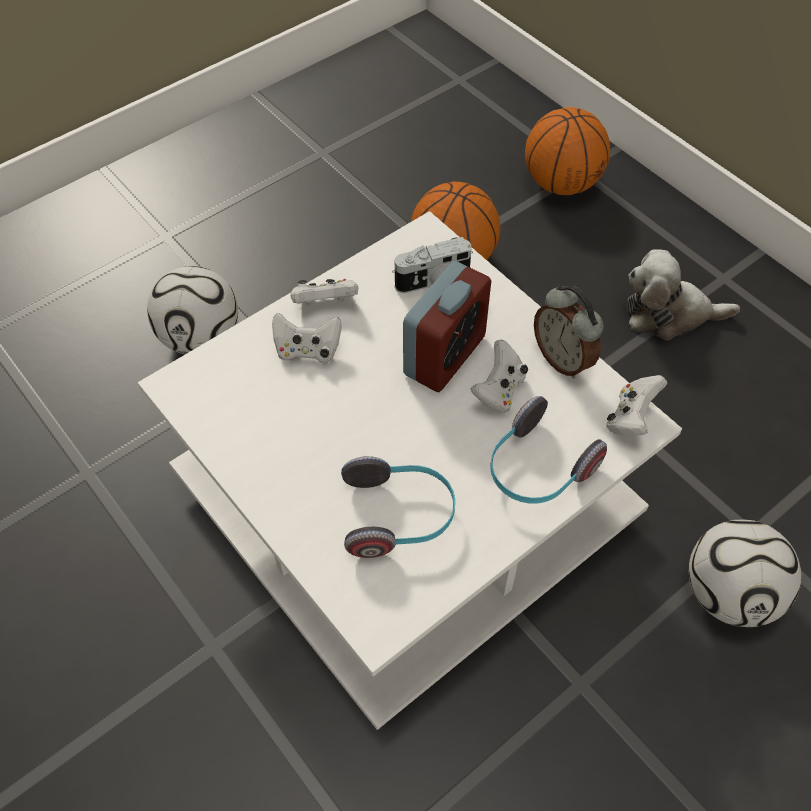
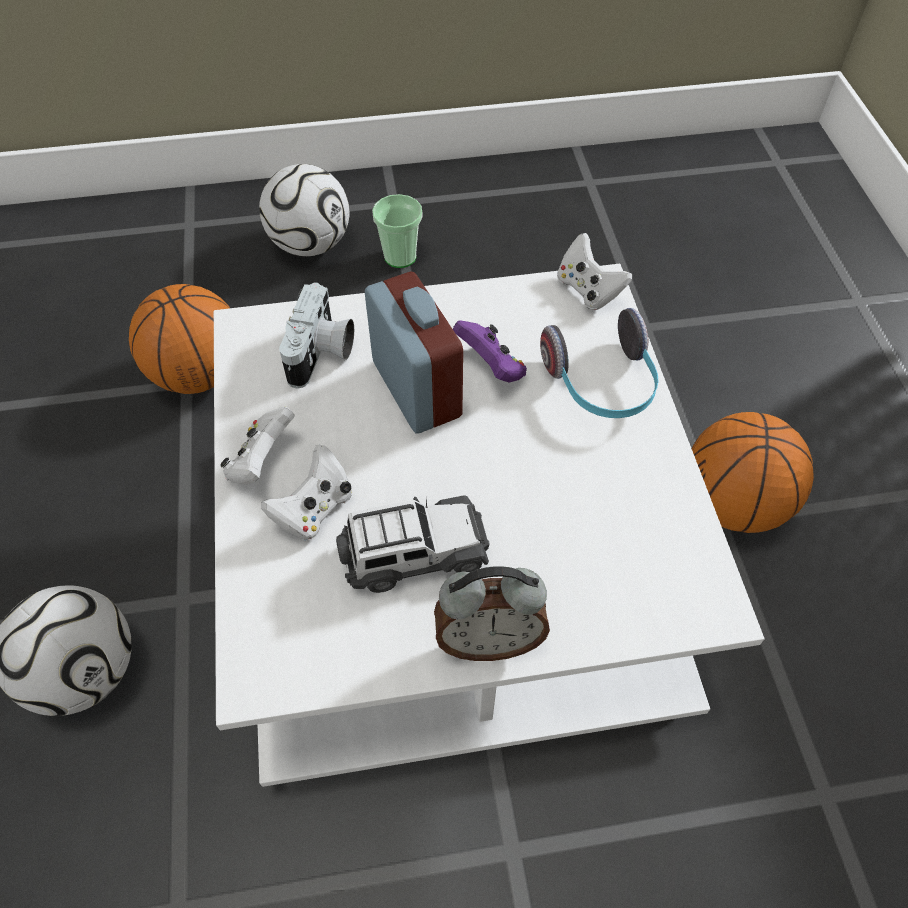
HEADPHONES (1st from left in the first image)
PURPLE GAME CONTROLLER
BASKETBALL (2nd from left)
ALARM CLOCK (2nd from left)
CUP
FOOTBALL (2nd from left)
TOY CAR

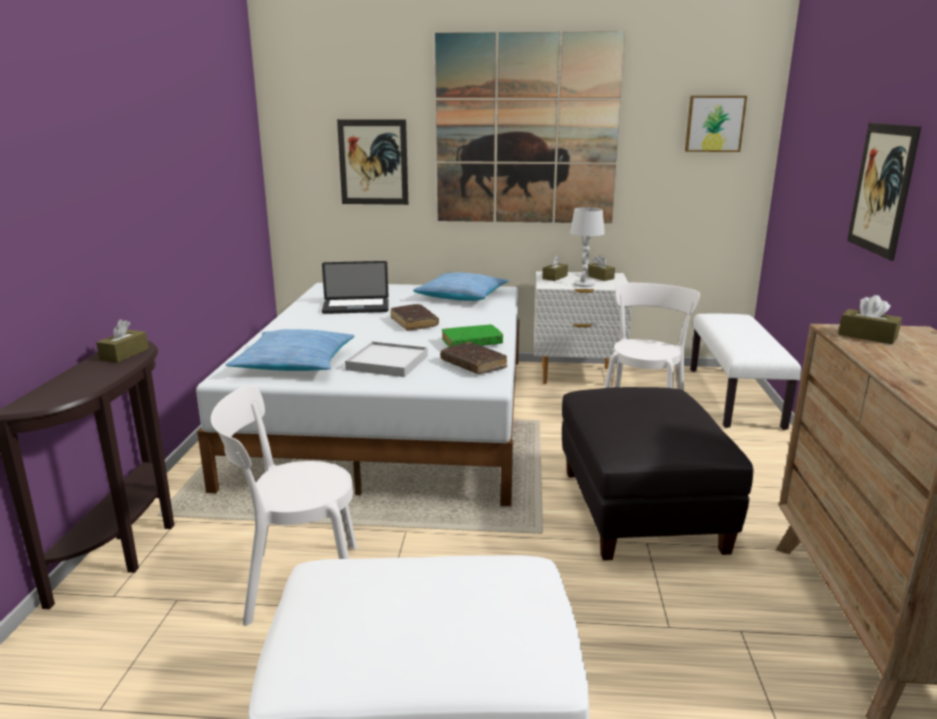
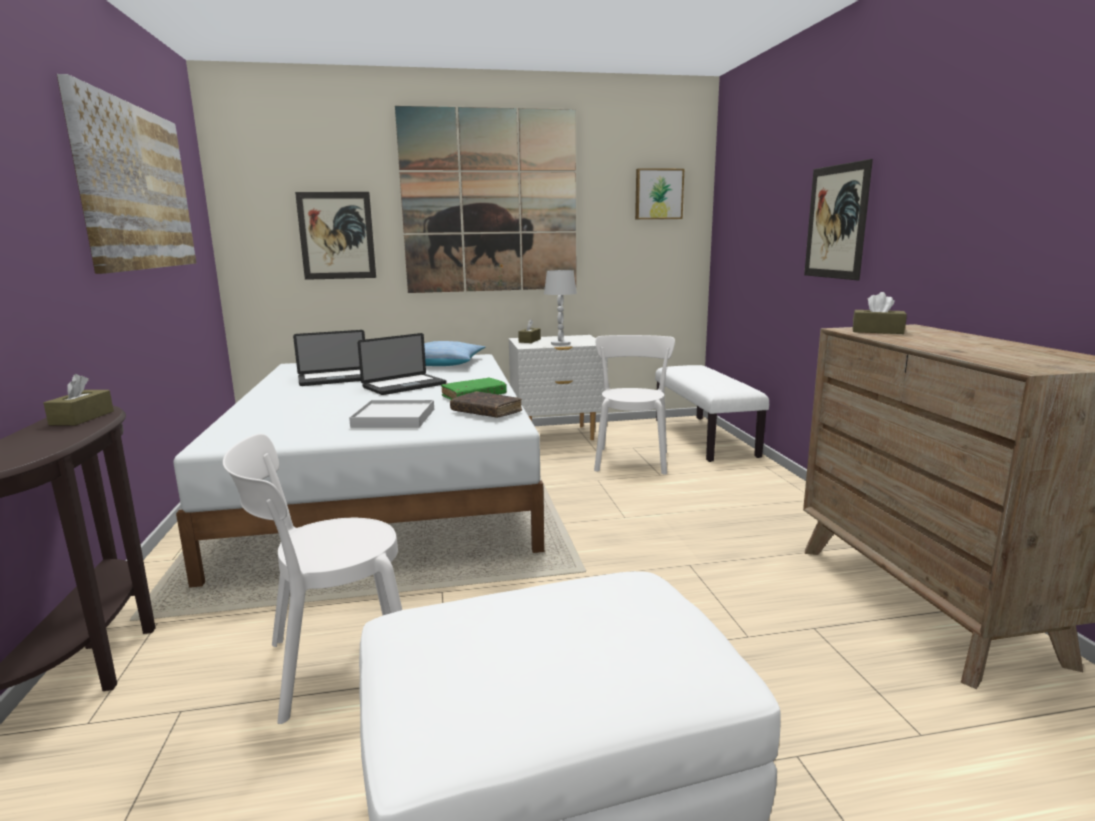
PILLOW (1st from left in the first image)
LAPTOP (2nd from left)
BLACK OTTOMAN
BROWN TISSUE BOX (3rd from left in the first image)
PICTURE (1st from left)

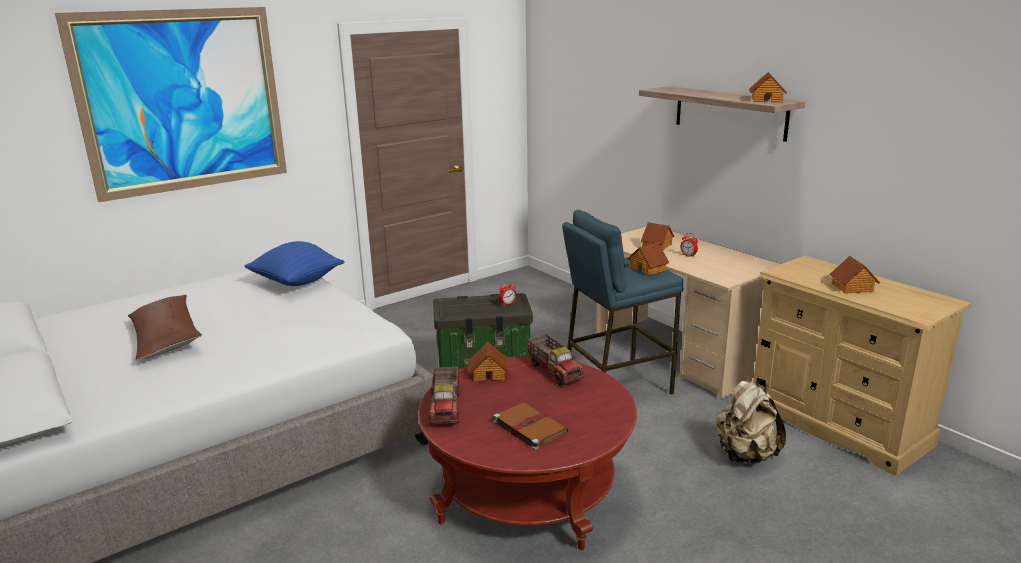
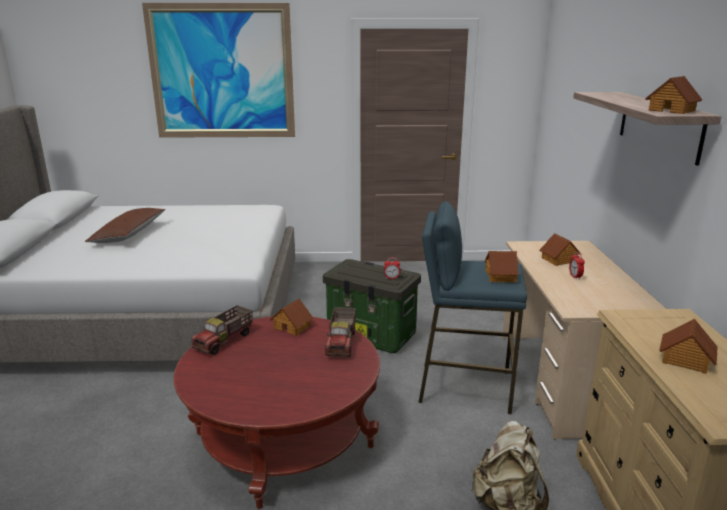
BLUE PILLOW
BROWN BOOK

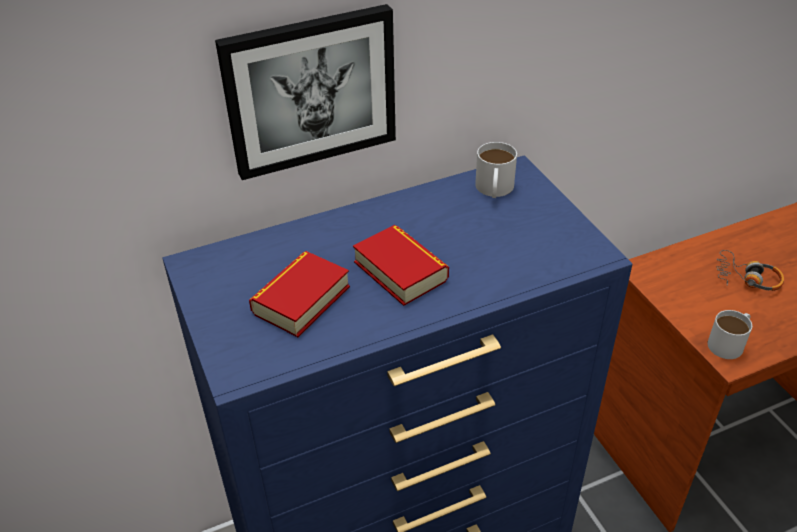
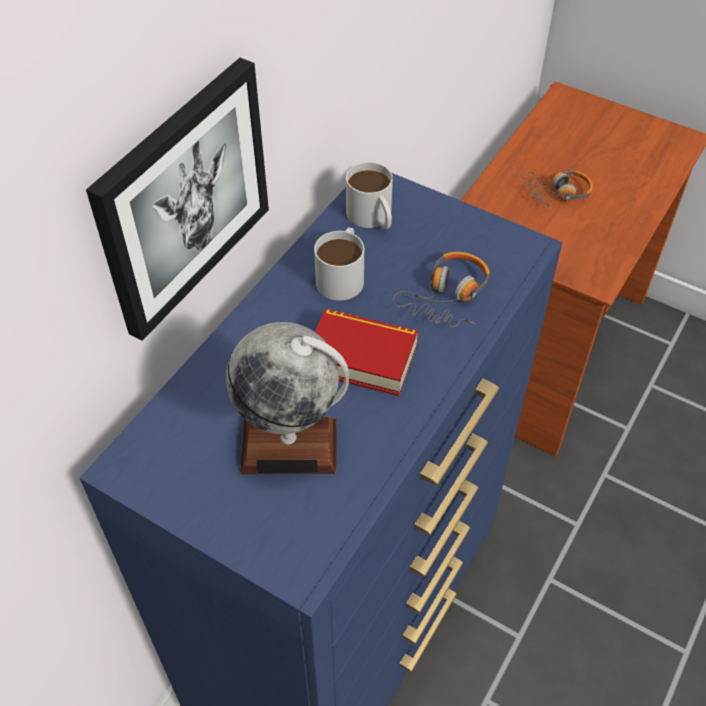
GLOBE
WHITE MUG (1st from left)
HEADPHONES (1st from left)

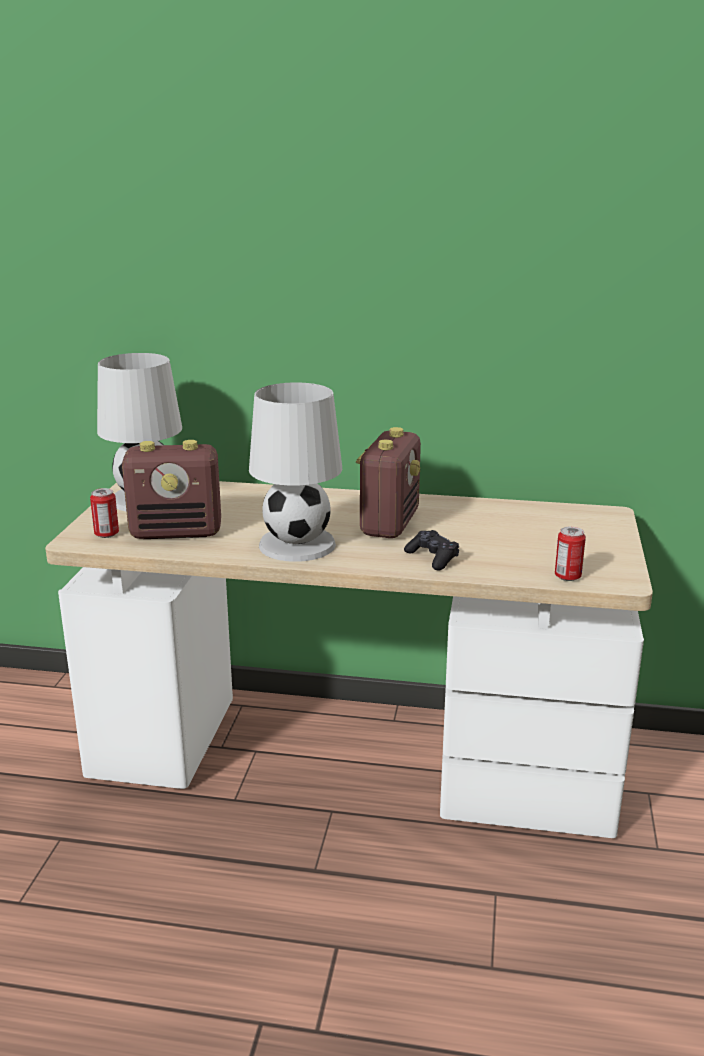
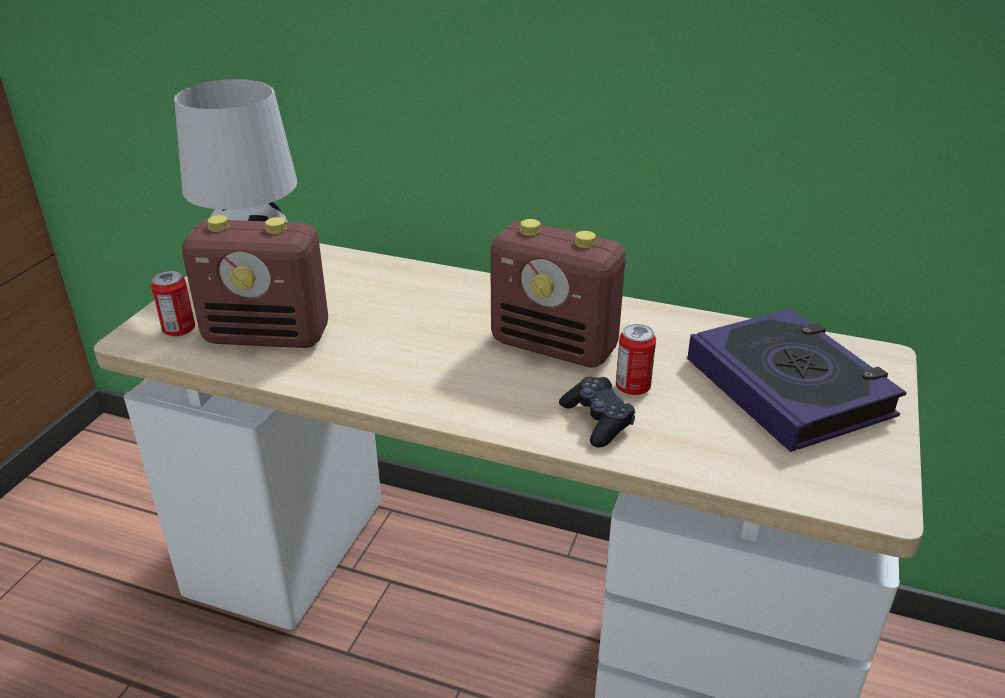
WHITE TABLE LAMP (2nd from left in the first image)
RADIO (2nd from left)
CAN (2nd from left)
BOOK

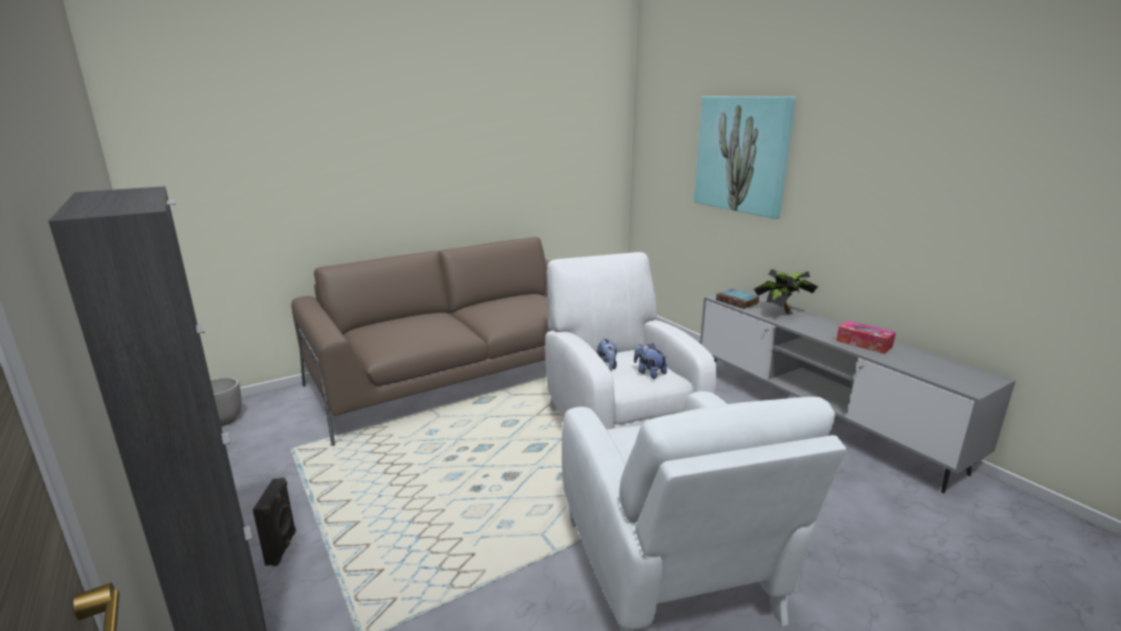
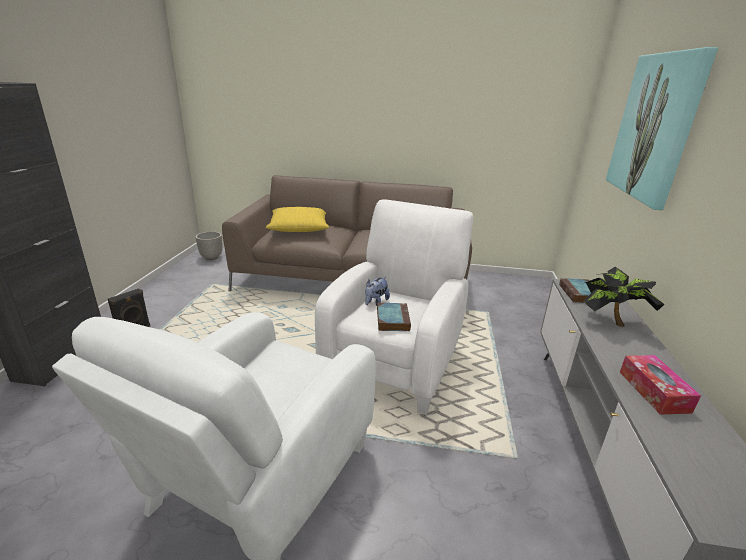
BOOK (1st from left)
YELLOW PILLOW

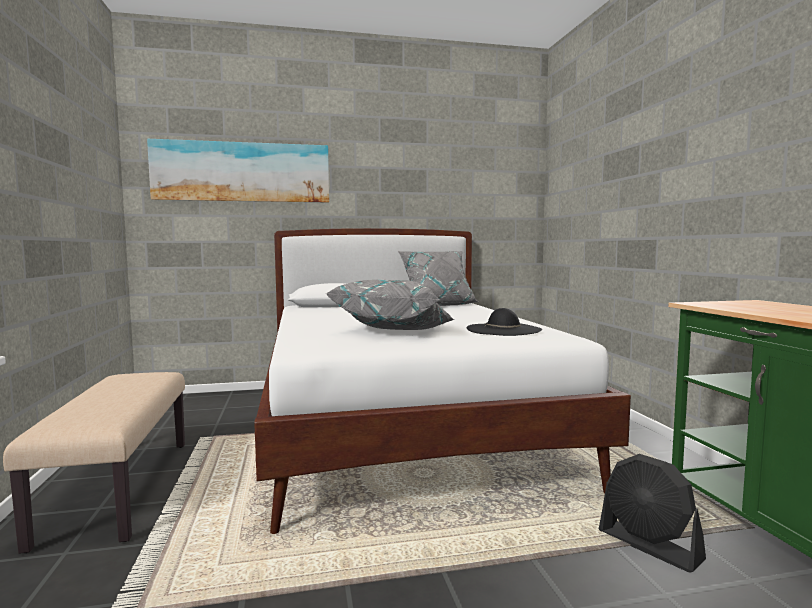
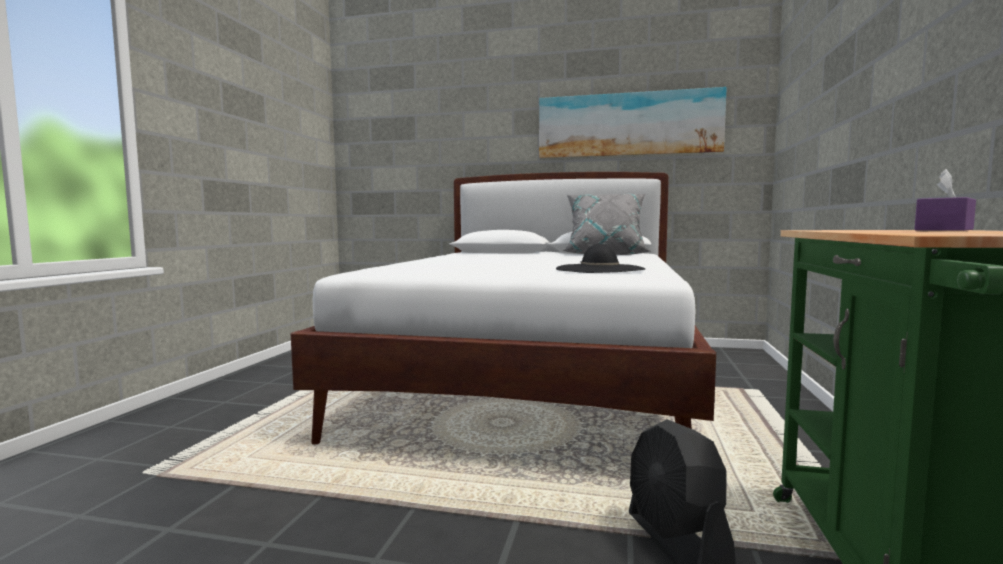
BEIGE BENCH
PICTURE
GREY PILLOW (1st from left in the first image)
PURPLE TISSUE BOX

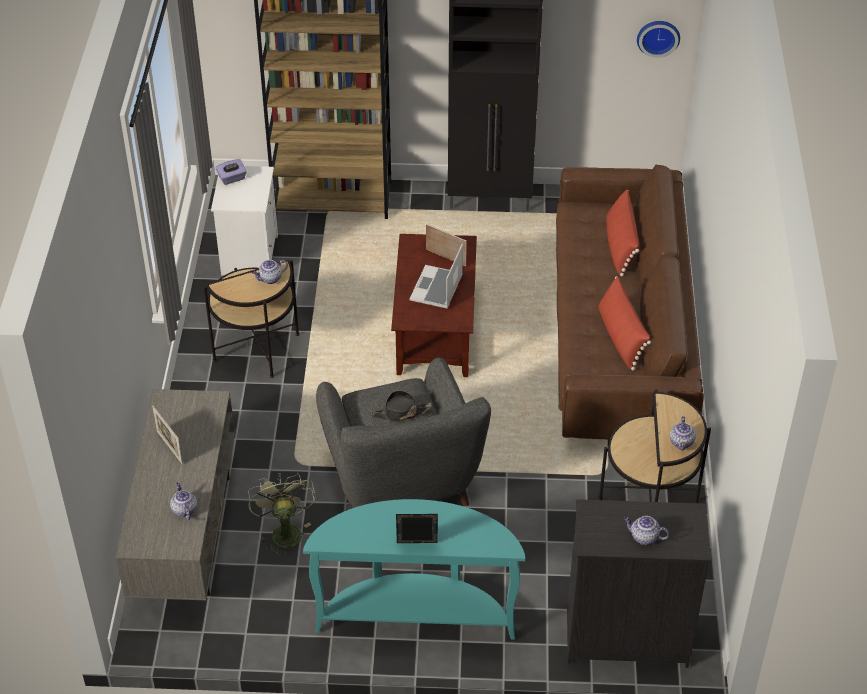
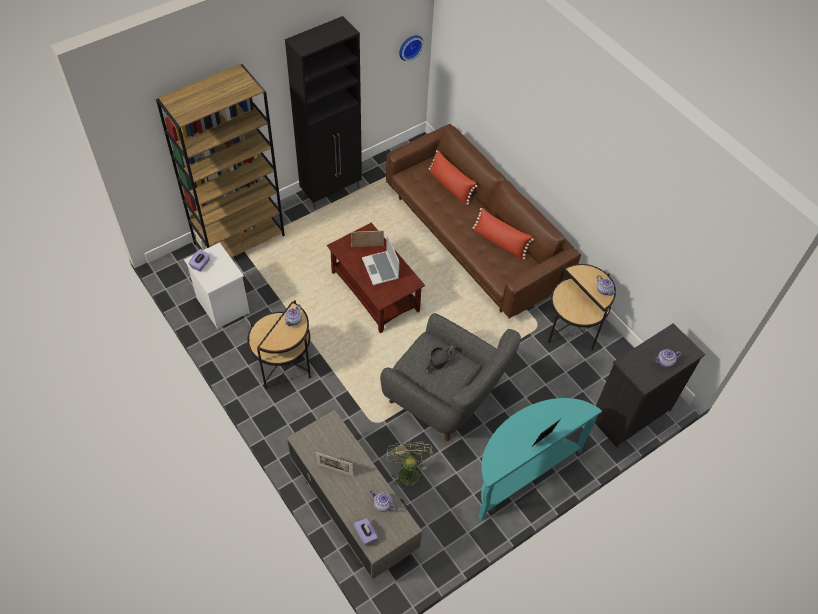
GREEN FAN
PURPLE TISSUE BOX (2nd from left)

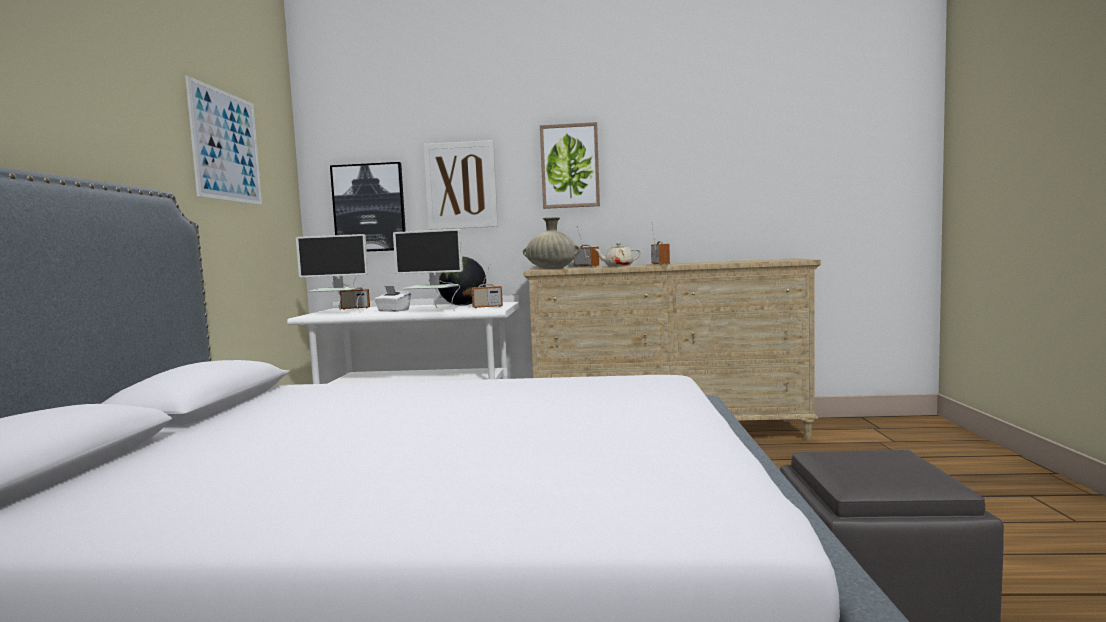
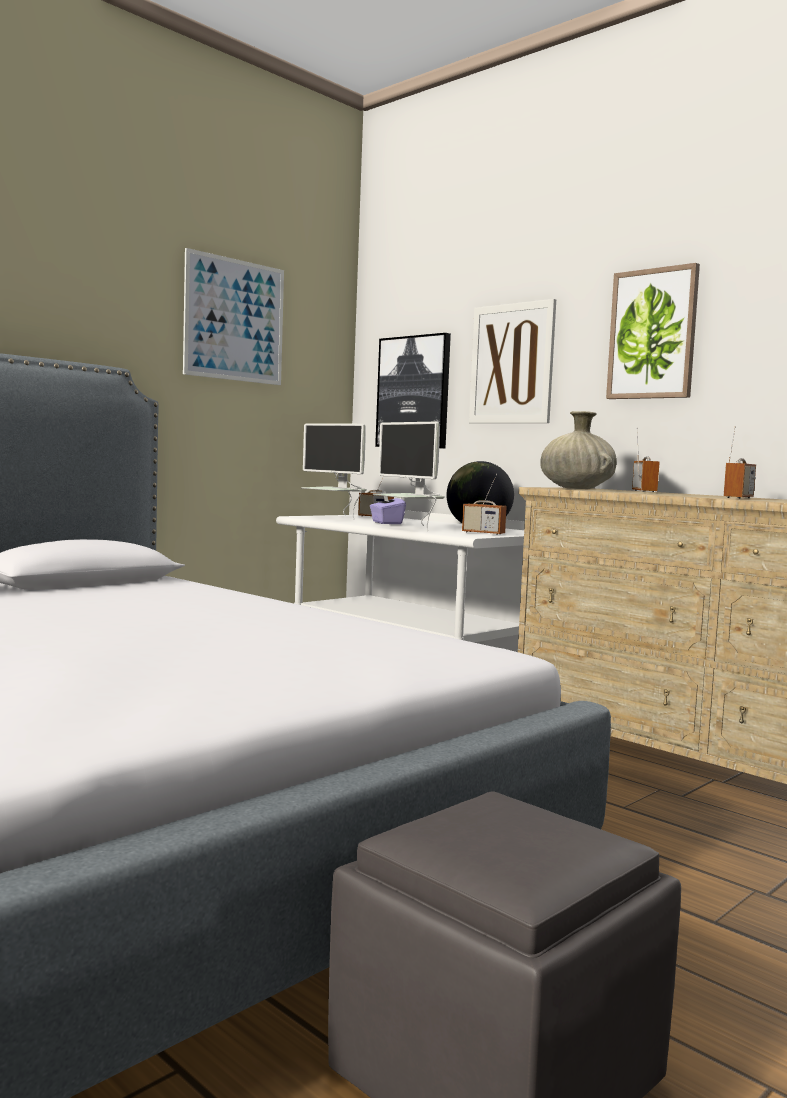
PURPLE TISSUE BOX
BEIGE TEAPOT

